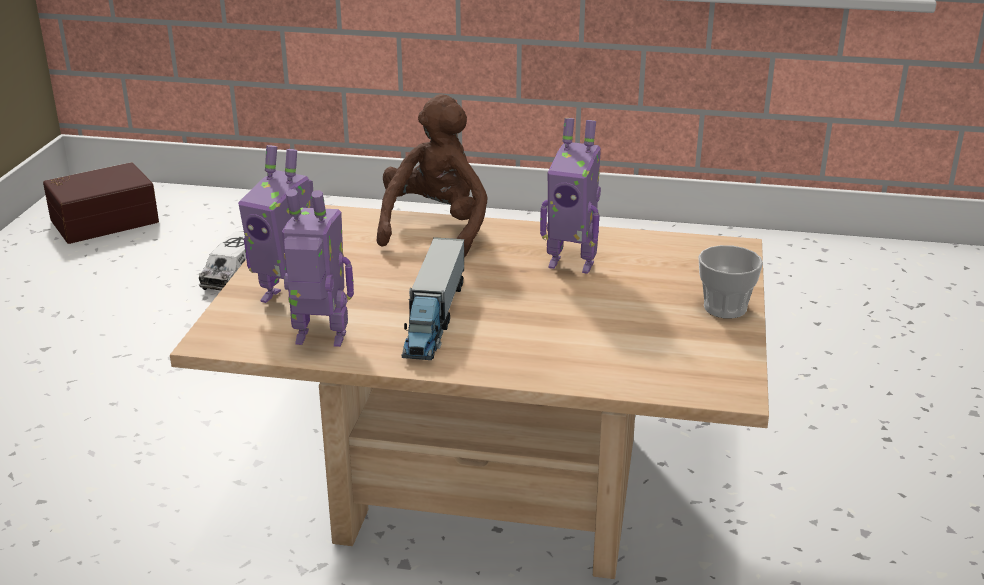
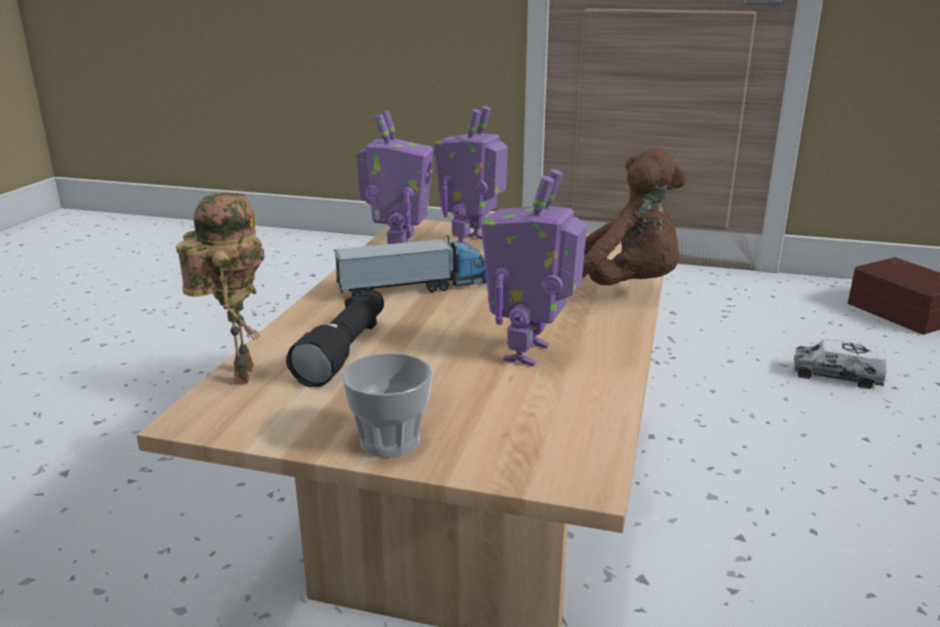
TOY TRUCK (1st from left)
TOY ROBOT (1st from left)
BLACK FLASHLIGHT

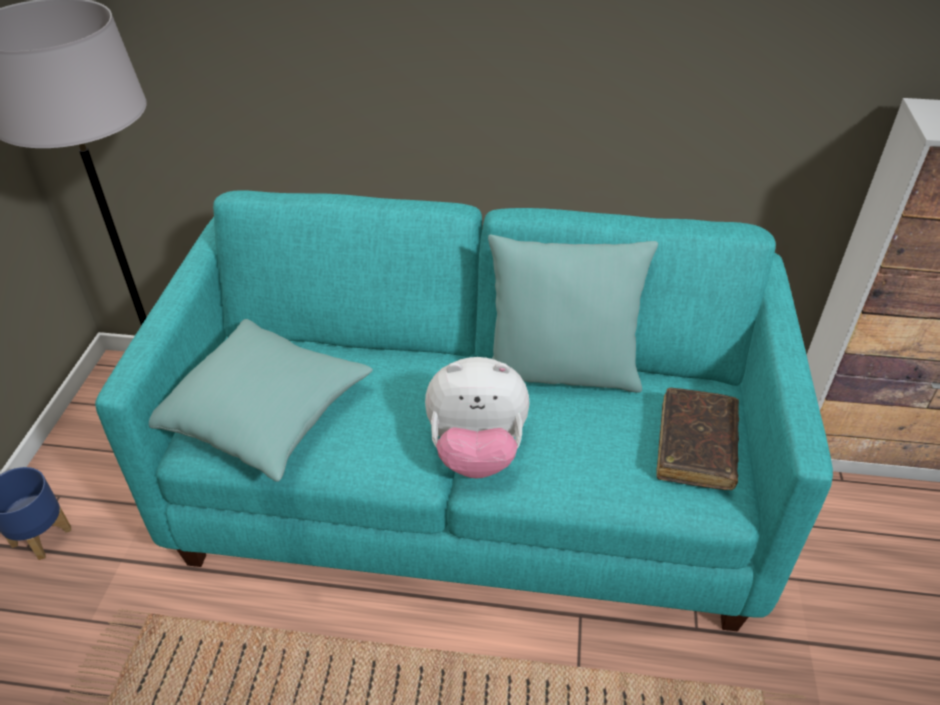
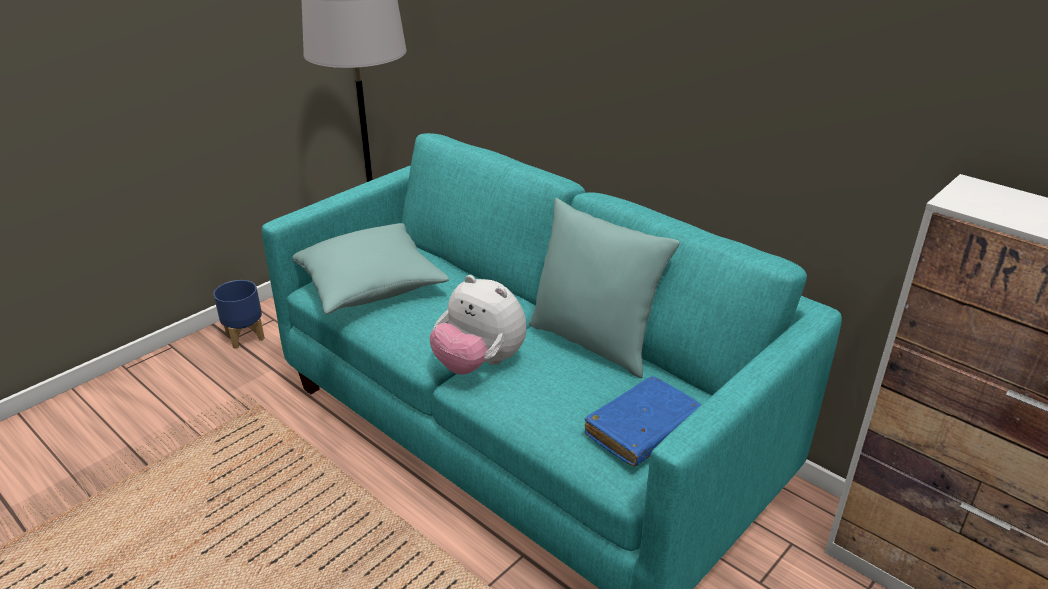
BLUE BOOK

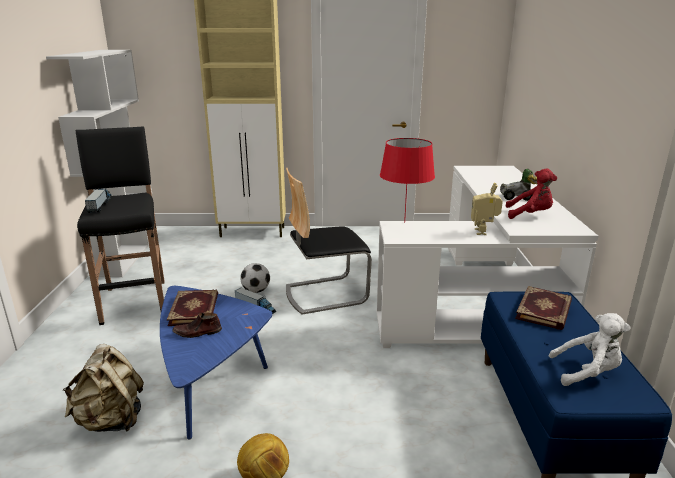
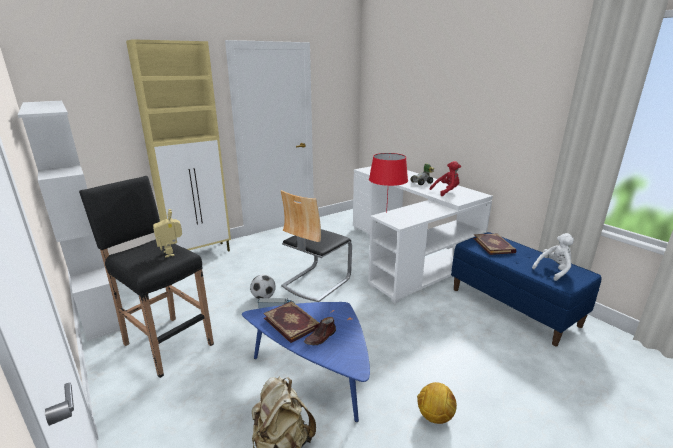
TOY TRUCK (1st from left in the first image)
TOY ROBOT

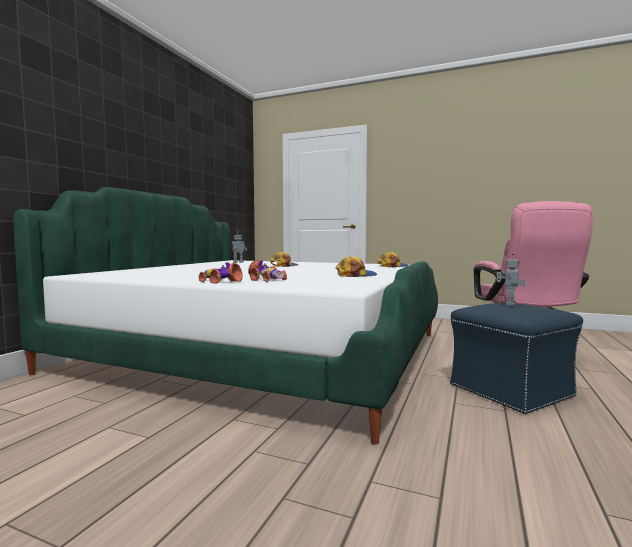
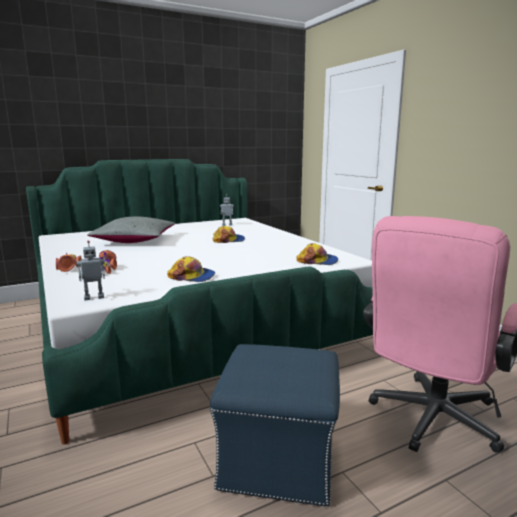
TOY ROBOT (1st from left)
GREY PILLOW

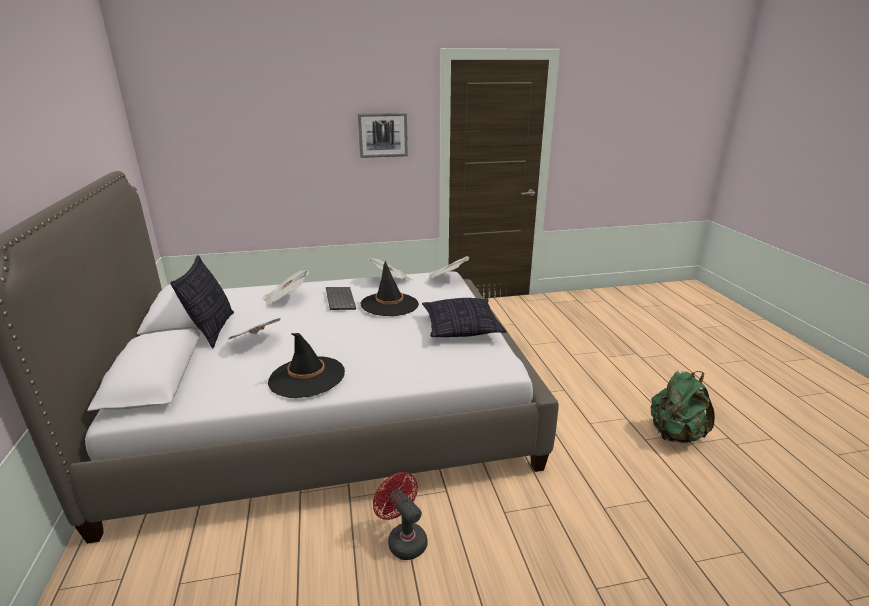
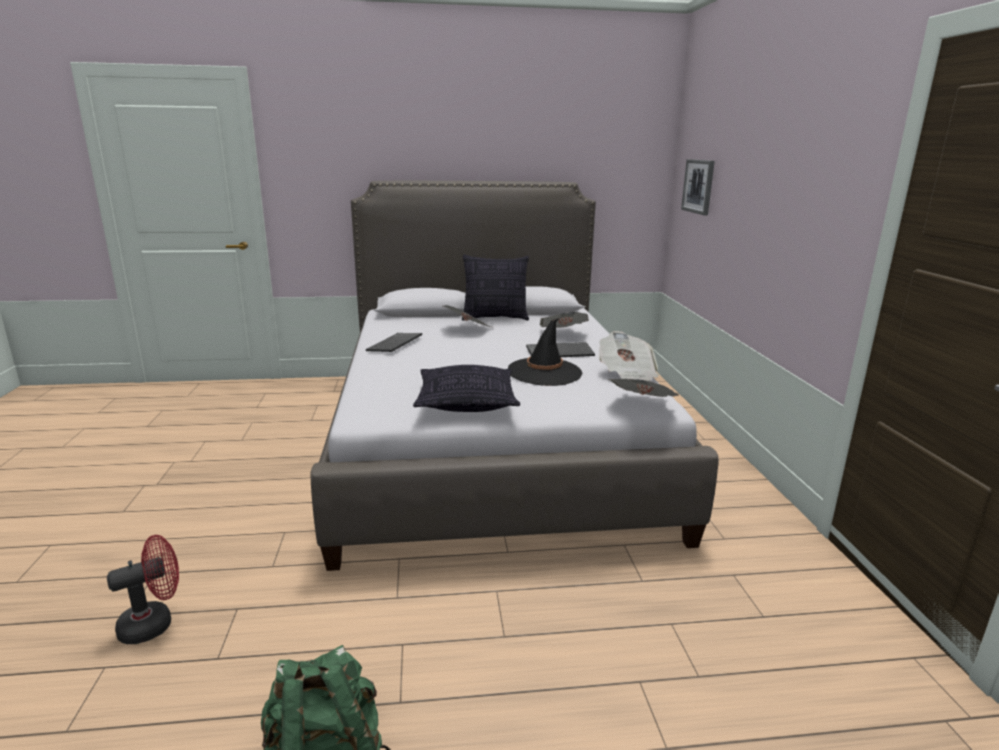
KEYBOARD (1st from left)
PICTURE
RED FAN

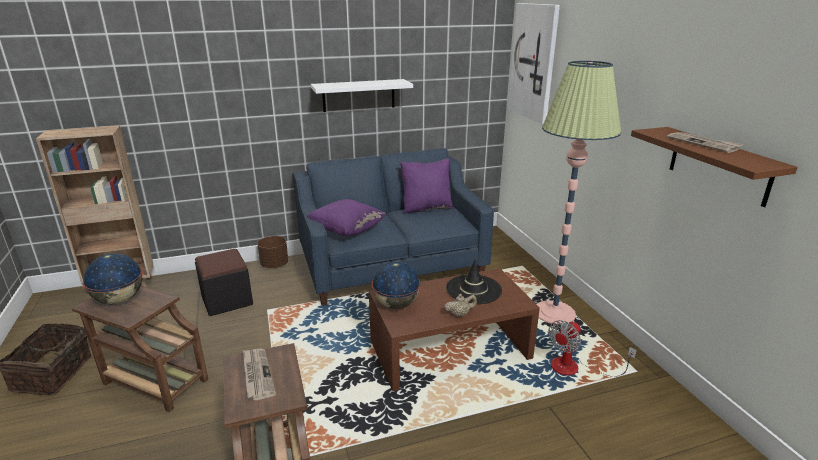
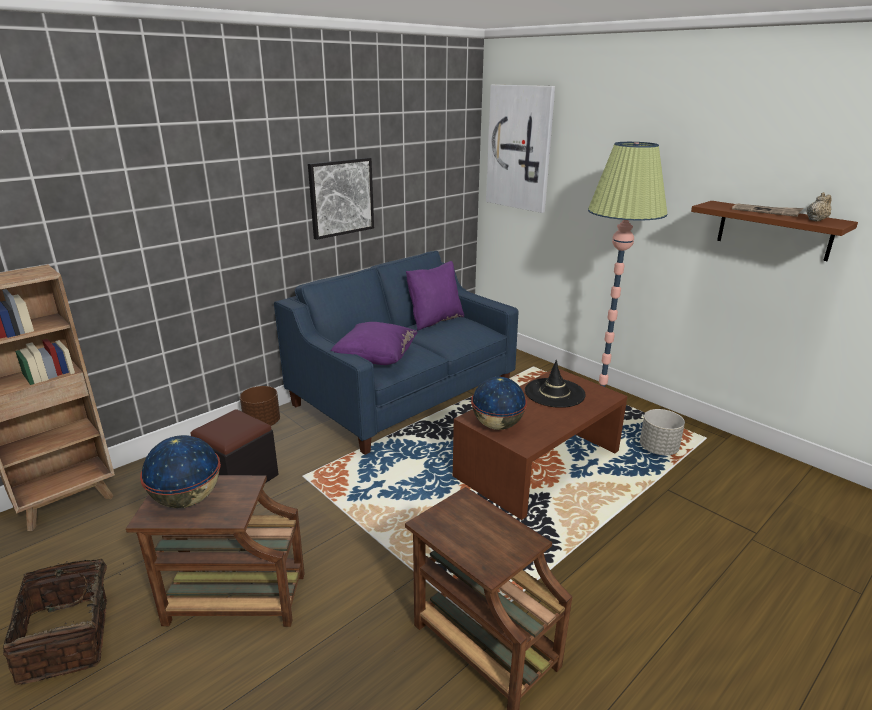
NEWSPAPER (1st from left in the first image)
PICTURE (1st from left)
BEIGE TEAPOT
GREY PLANTER

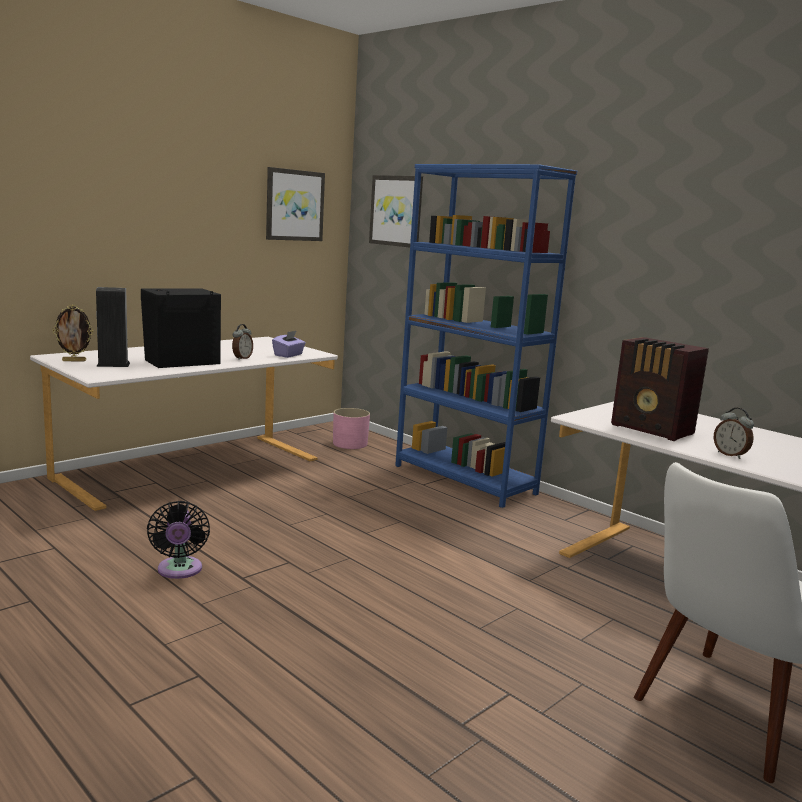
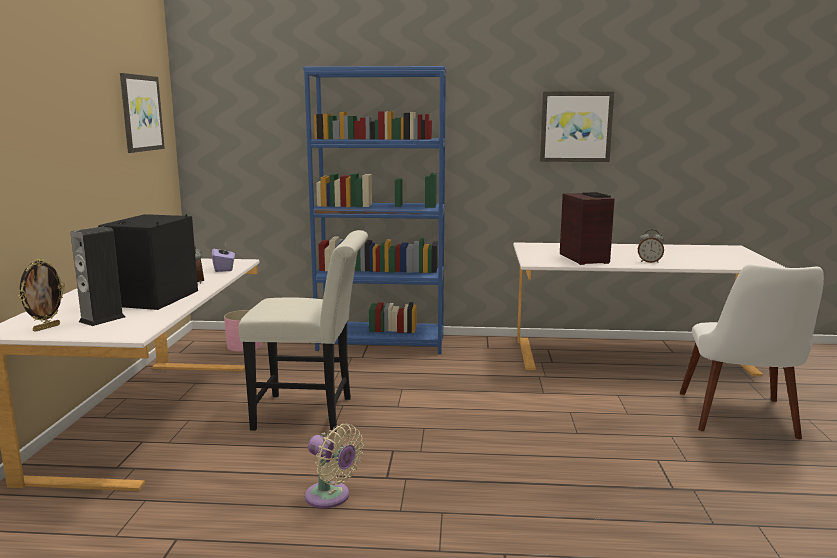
BEIGE FAN
PICTURE (2nd from left)
RADIO
WHITE CHAIR (1st from left)

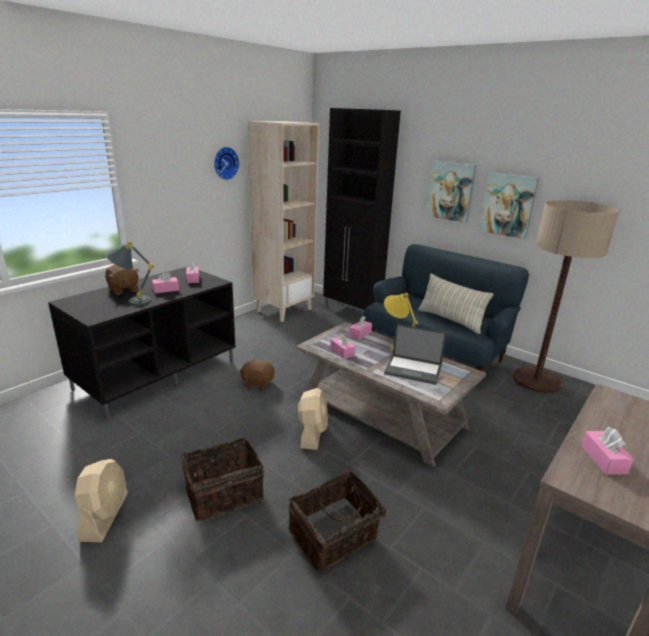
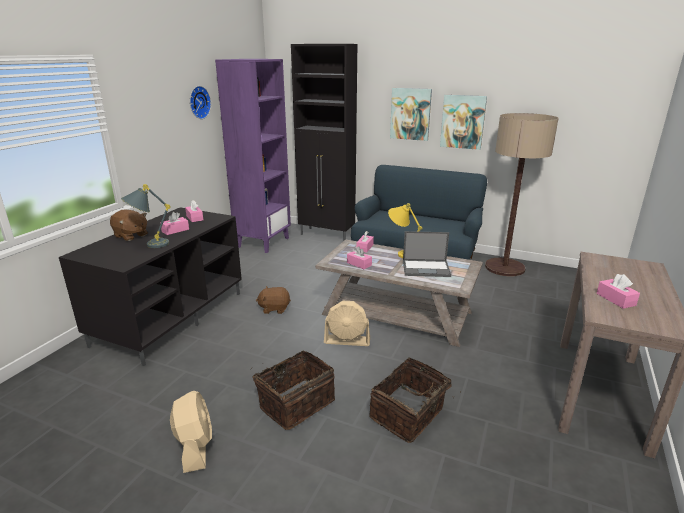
PURPLE BOOKCASE
BEIGE FAN (2nd from left)
PILLOW

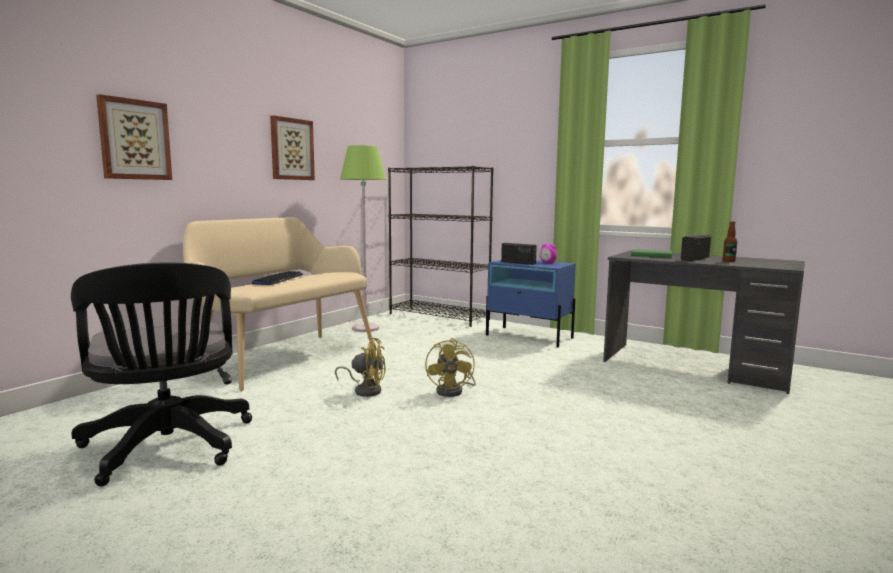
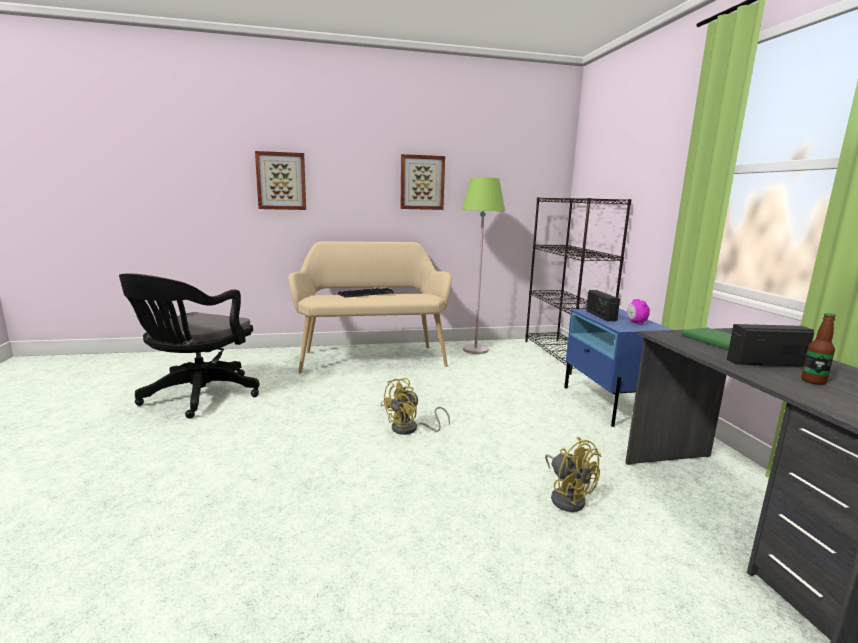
YELLOW FAN (2nd from left)

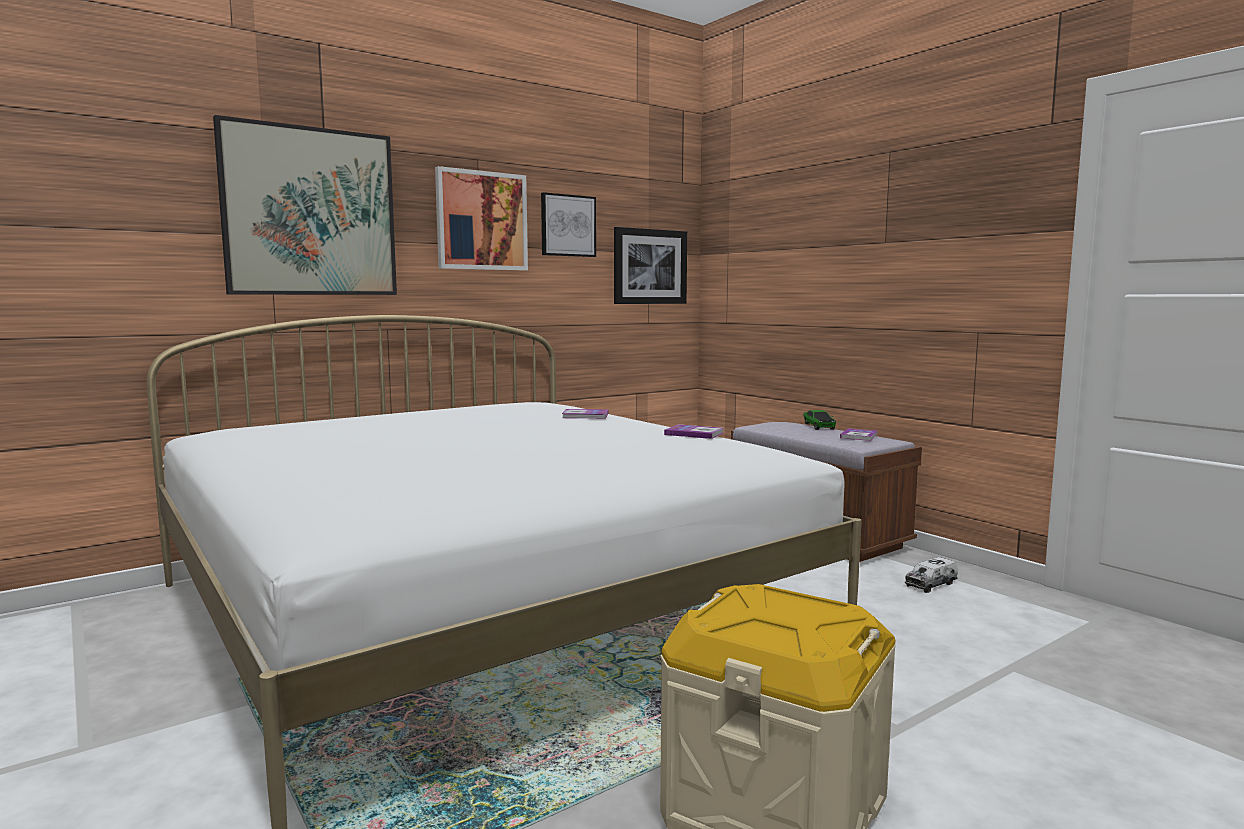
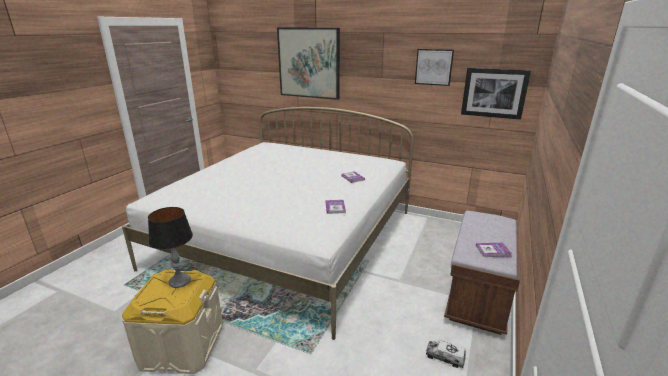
PICTURE (2nd from left in the first image)
TOY CAR
TABLE LAMP

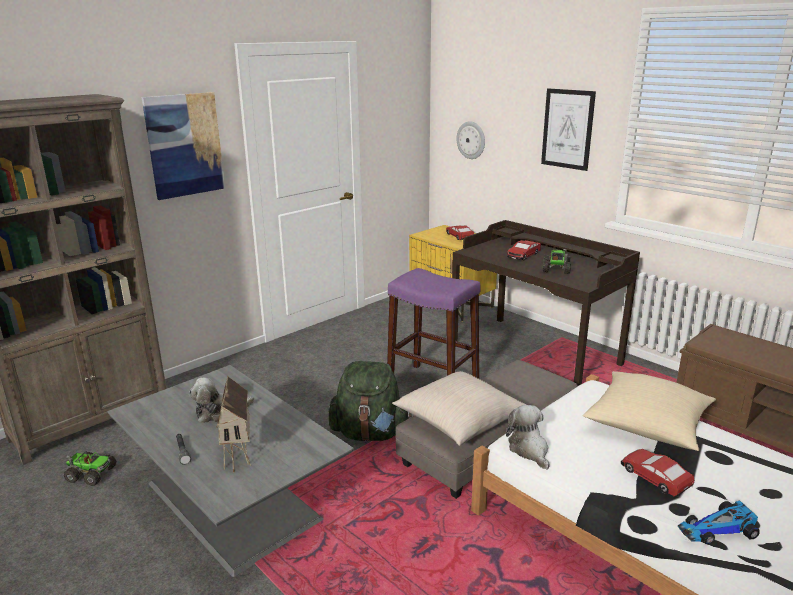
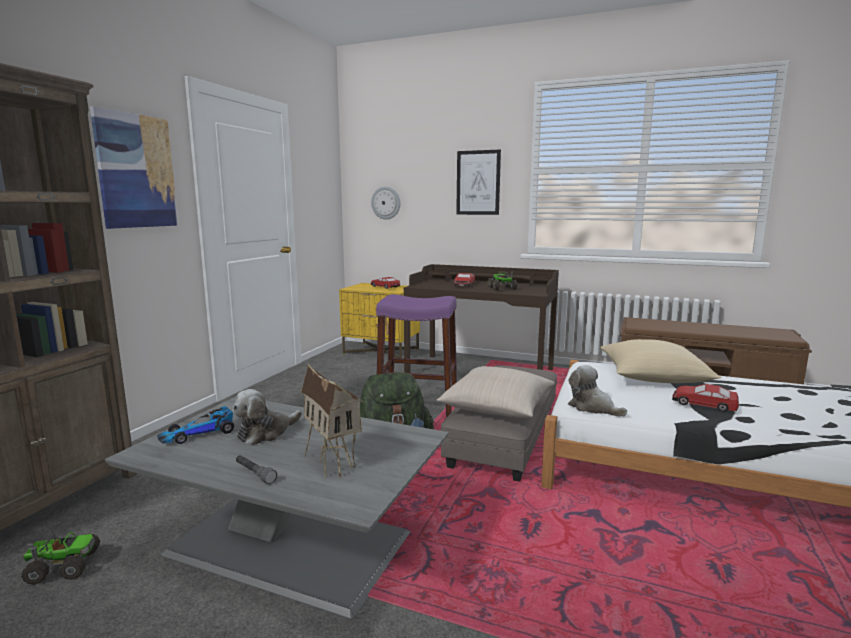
TOY CAR (1st from left)

